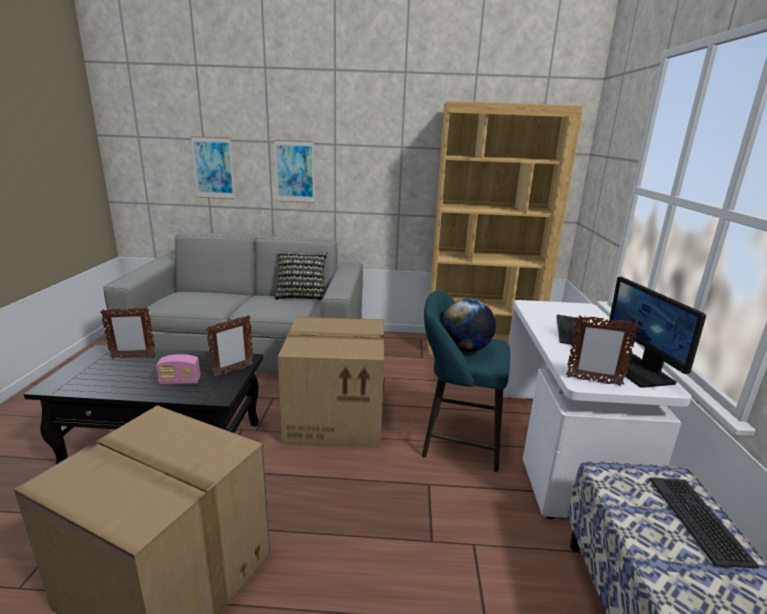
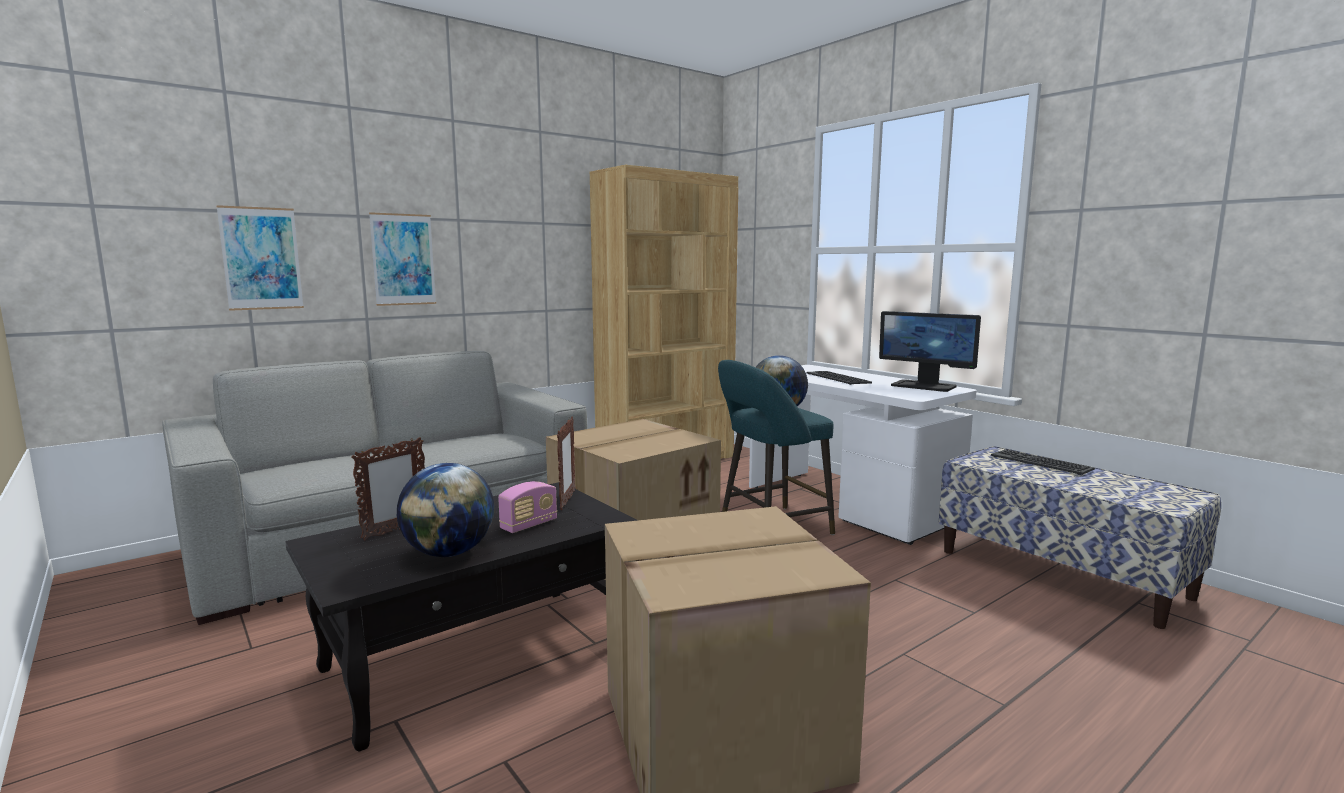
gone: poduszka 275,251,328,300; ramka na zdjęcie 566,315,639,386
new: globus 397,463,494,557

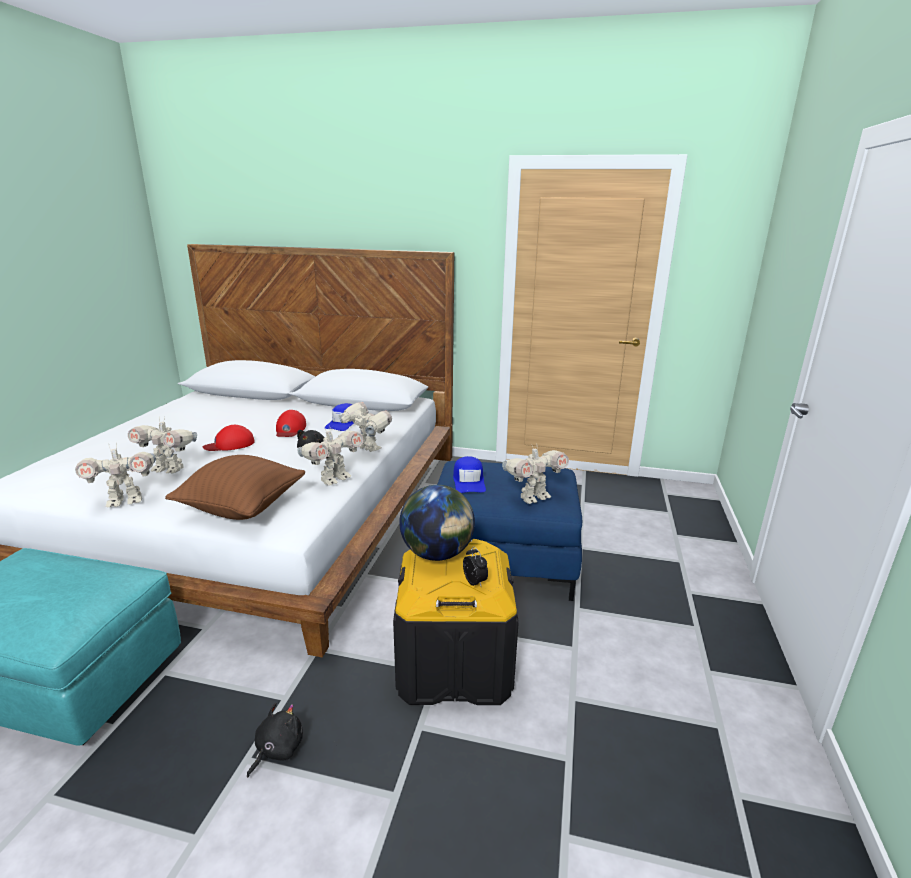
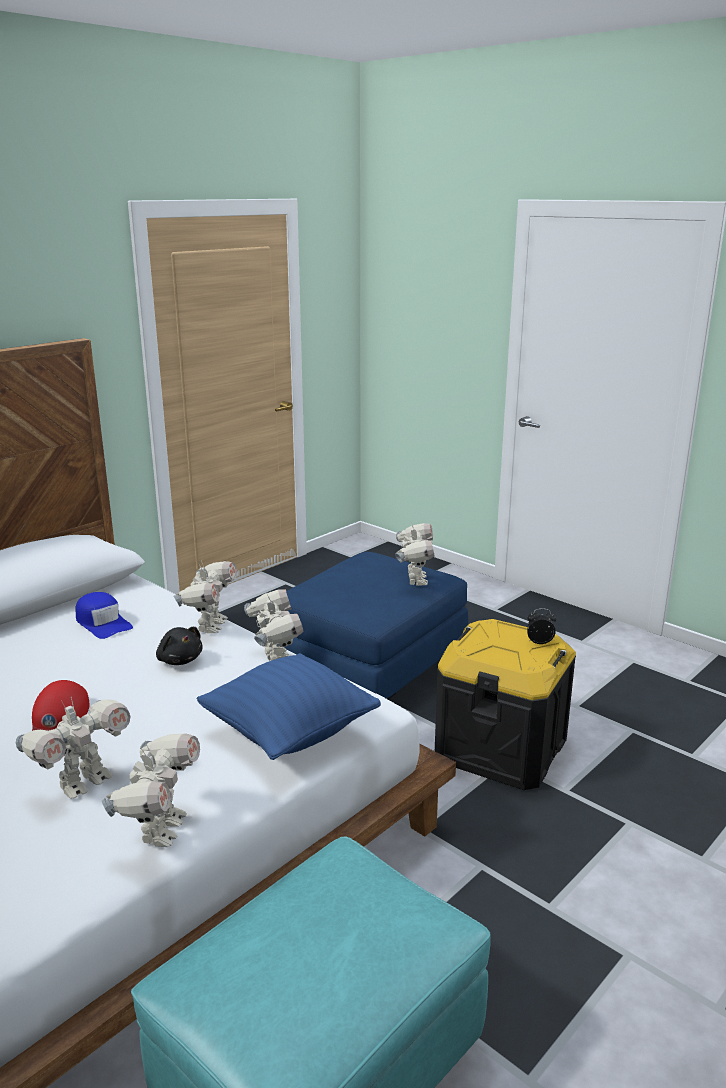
gone: pluszak [czarny] 247,703,303,778; czapka z daszkiem [czerwony] 276,410,306,437; globus 399,485,475,561; czapka z daszkiem [niebieski] 453,456,486,493
repainted: poduszka [brązowy] 165,455,306,520 to poduszka [niebieski] 196,653,381,760
rotated: robot zabawkowy 338,402,392,452 = 174,561,237,633 120 degrees clockwise

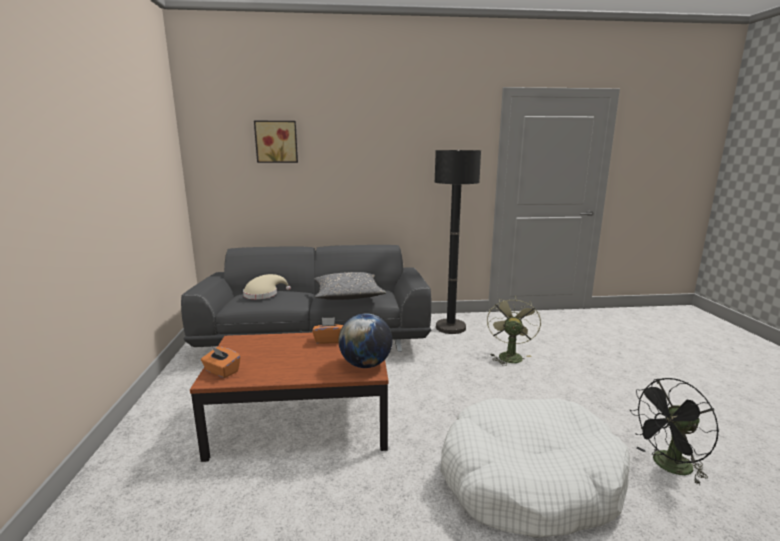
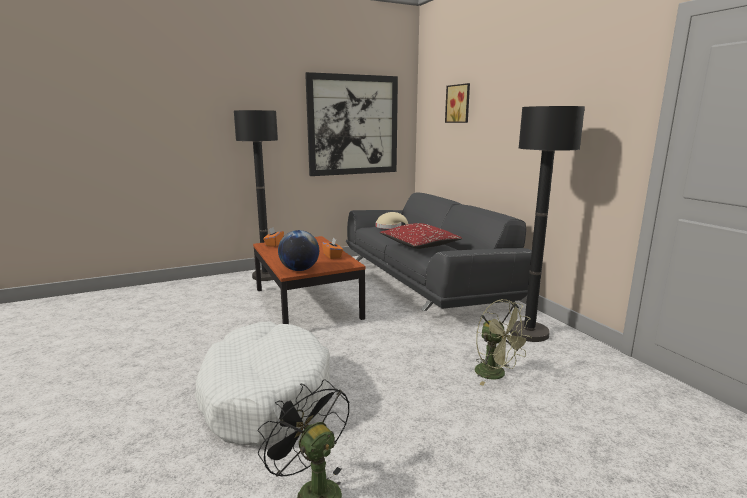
new: lampa stojąca [czarny] 234,110,278,281; obraz 305,72,398,176
repainted: poduszka [szary] 314,272,386,300 to poduszka [czerwony] 380,223,463,249
rotated: wentylator [zielony] 487,296,541,366 = 475,299,532,385 60 degrees clockwise

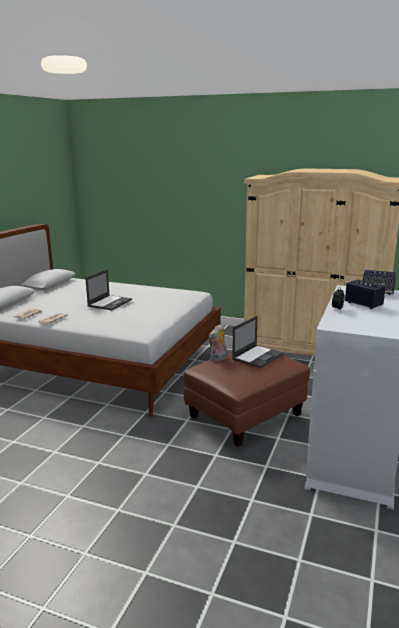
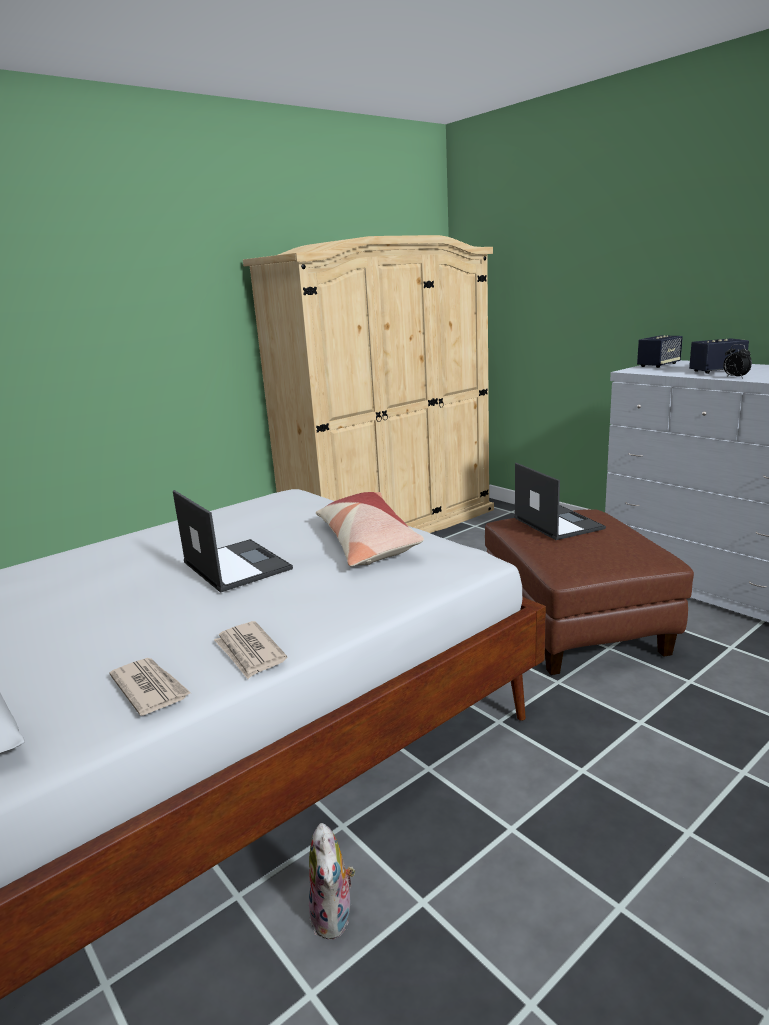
new: poduszka 316,492,424,566
shifted: pluszak 209,324,227,362 to 309,823,355,940

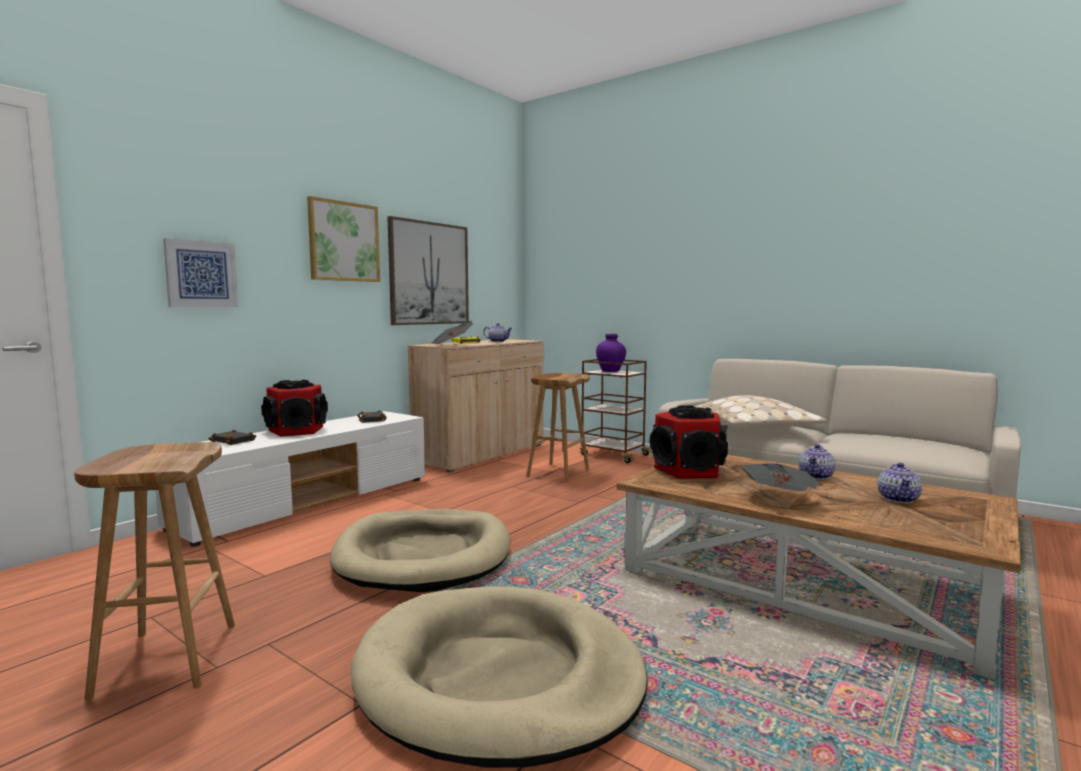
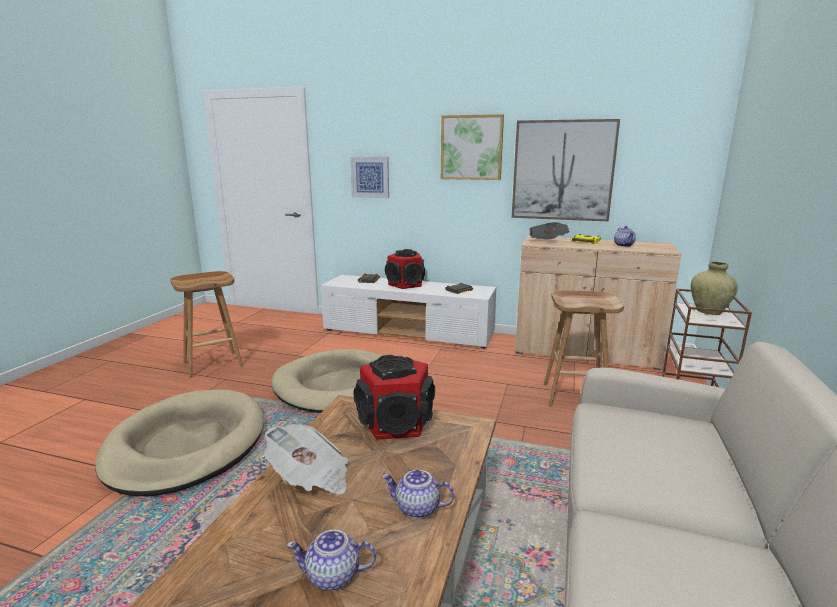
gone: poduszka [beżowy] 695,395,828,430
repainted: wazon [fioletowy] 596,334,626,372 to wazon [beżowy] 691,261,738,315

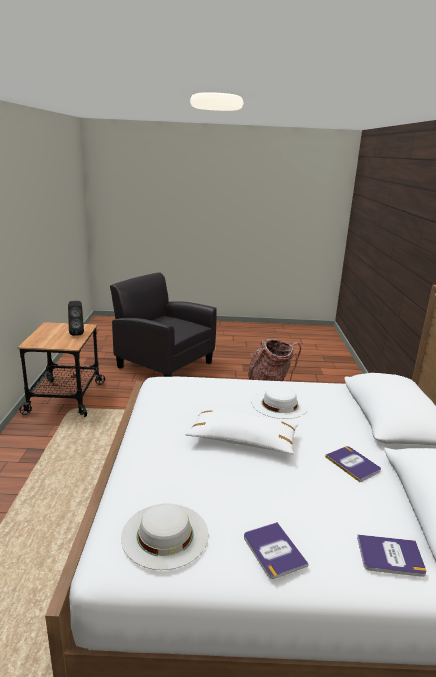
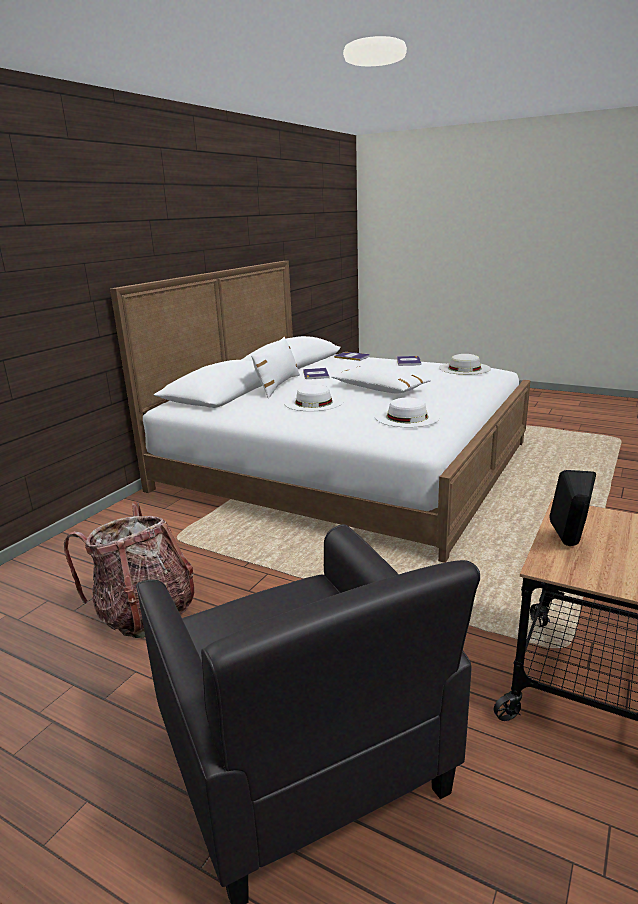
new: poduszka [biały] 251,337,300,398; kapelusz [biały] 375,397,440,427

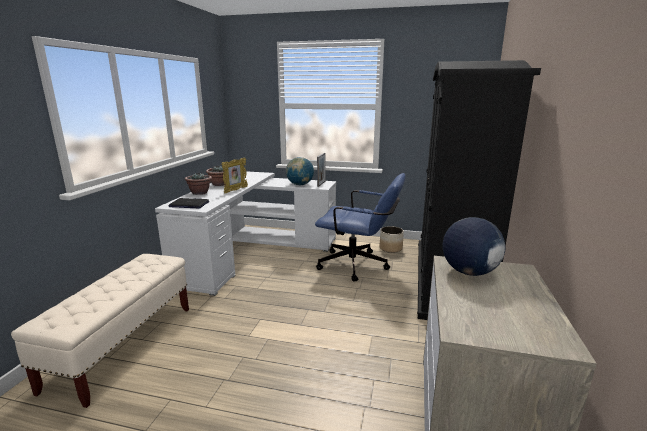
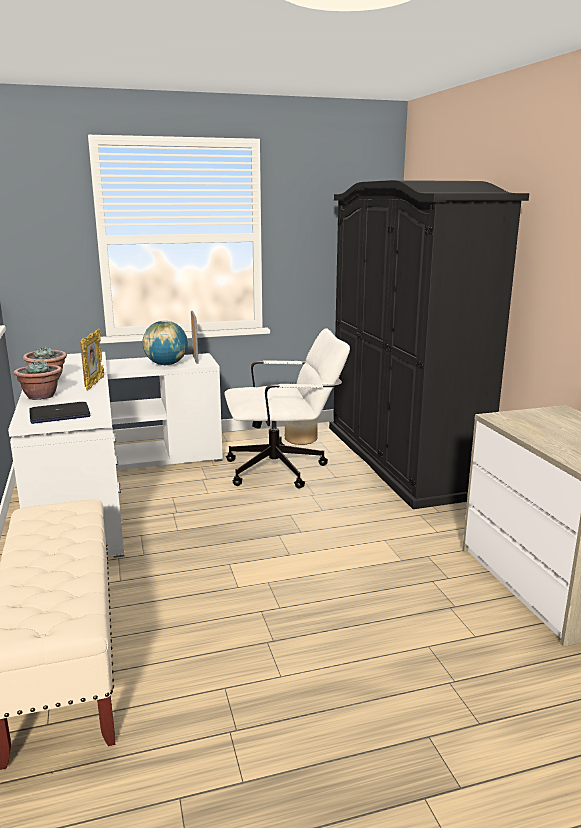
gone: globus 443,217,505,276
repainted: krzesło biurowe [niebieski] 315,173,406,282 to krzesło biurowe [biały] 224,328,350,489

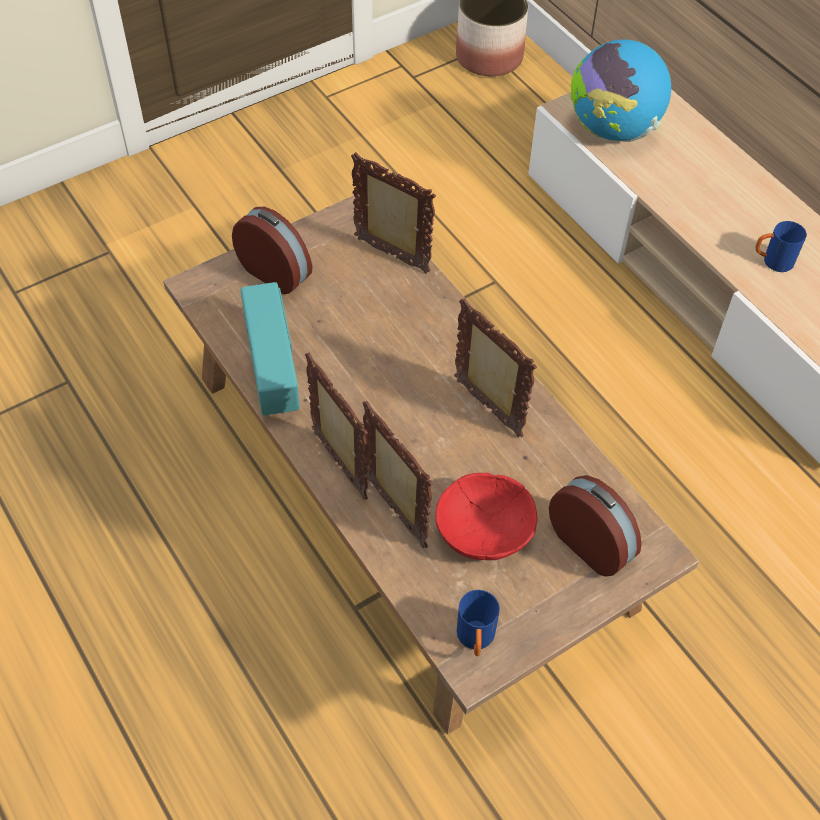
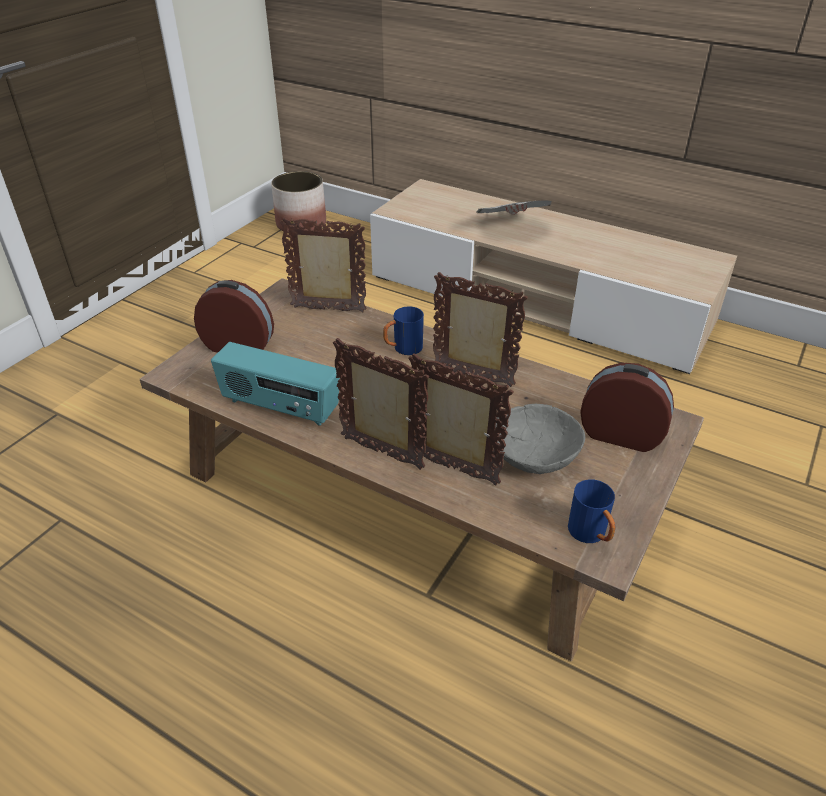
gone: globus 571,39,671,142
new: gazeta 476,201,552,215
shifted: kubek [niebieski] 756,221,807,272 to 383,307,424,355
repainted: miska [czerwony] 435,473,537,560 to miska [szary] 495,404,585,474
rotated: radio 241,282,300,416 = 211,342,340,426 150 degrees clockwise

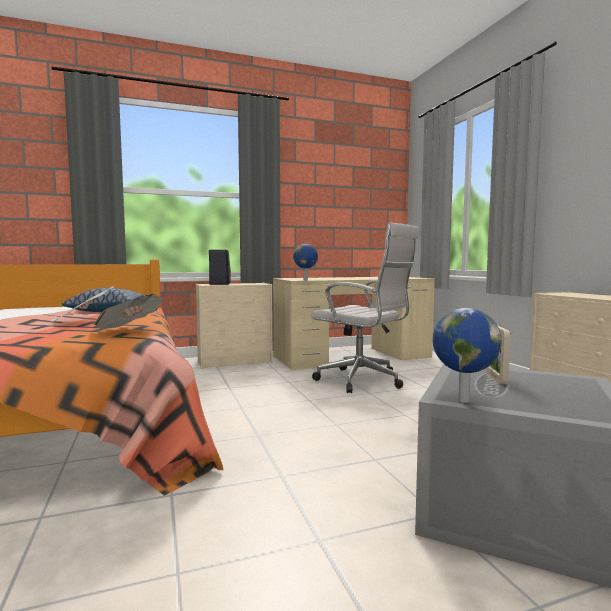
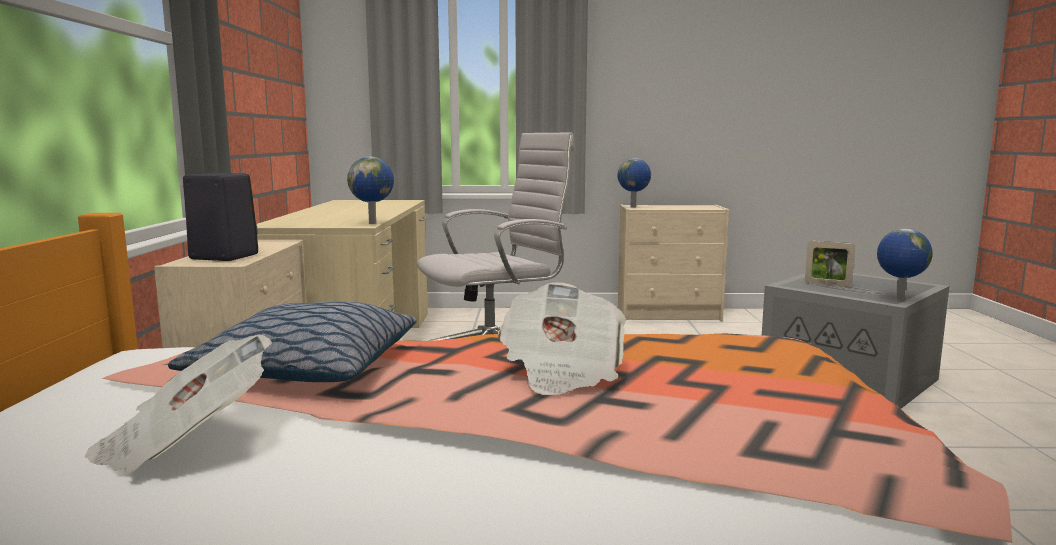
new: globus 617,158,651,208
shifted: gazeta 92,294,164,329 to 85,335,272,474

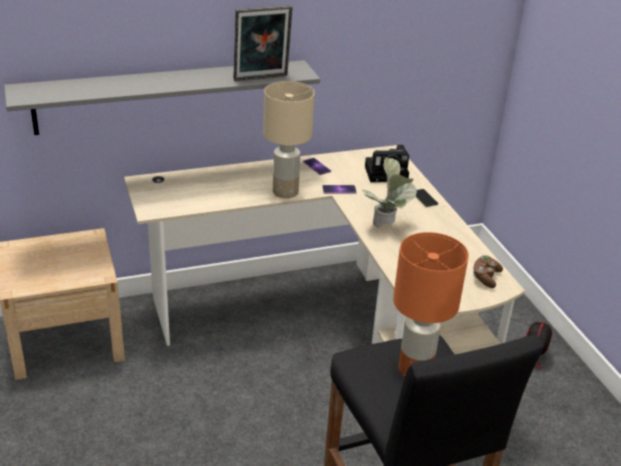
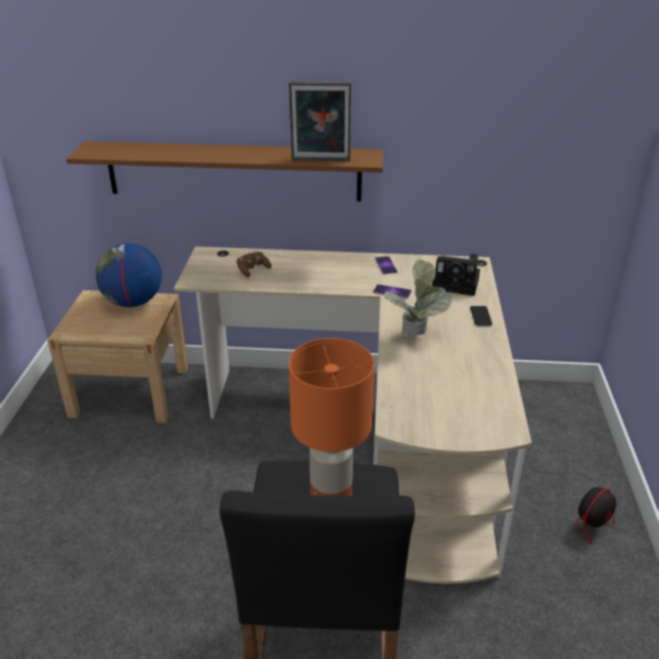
gone: lampa stołowa [beżowy] 263,81,315,198
new: globus 95,243,162,307
shifted: pad do gier [brązowy] 473,255,503,288 to 236,251,271,277
repainted: półka [szary] 4,60,320,135 to półka [brązowy] 66,141,384,201

